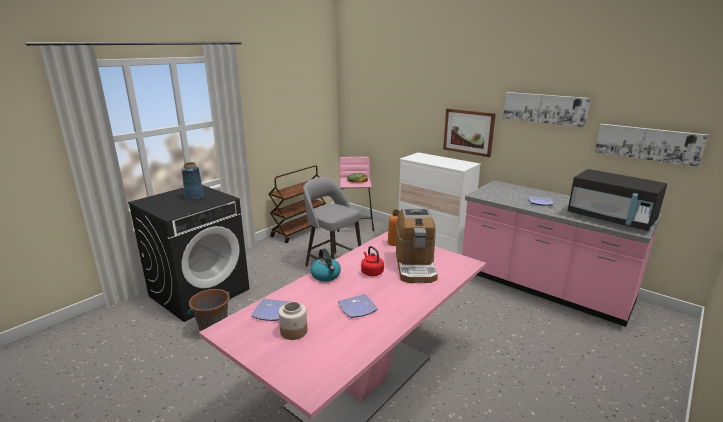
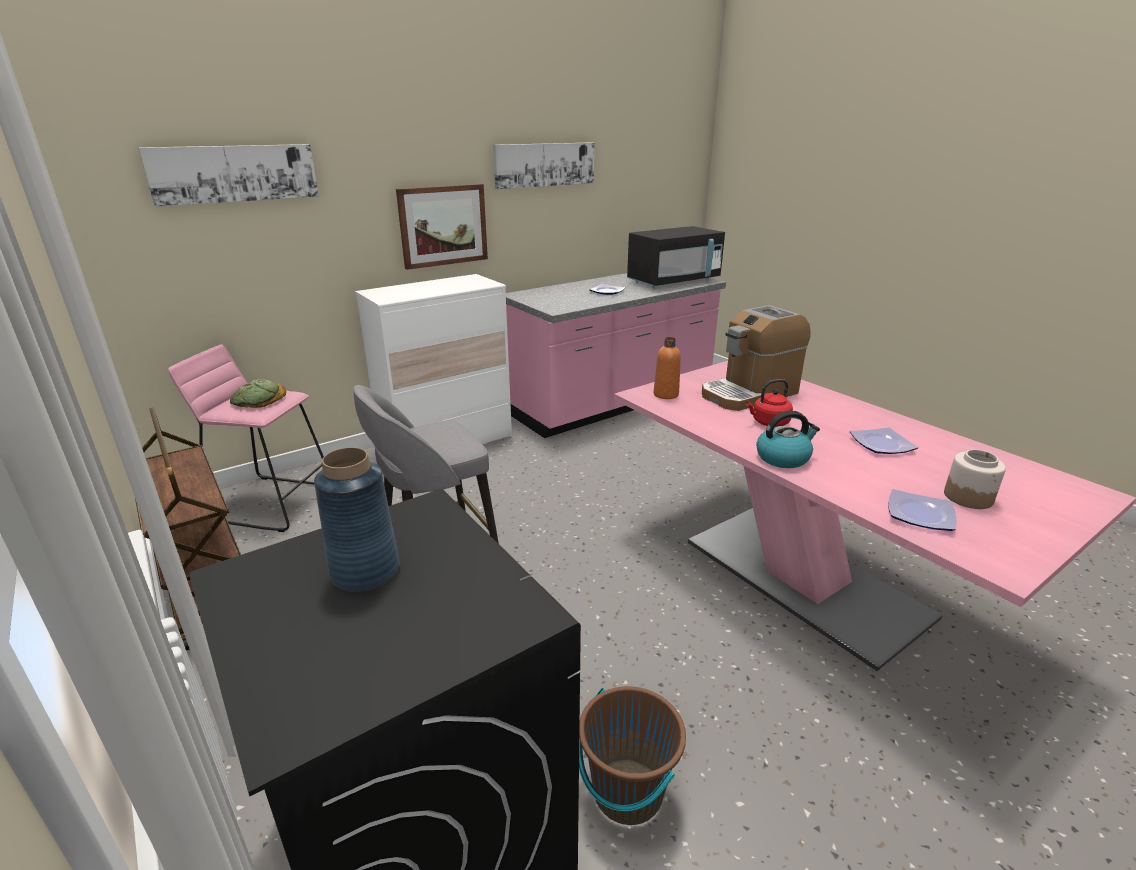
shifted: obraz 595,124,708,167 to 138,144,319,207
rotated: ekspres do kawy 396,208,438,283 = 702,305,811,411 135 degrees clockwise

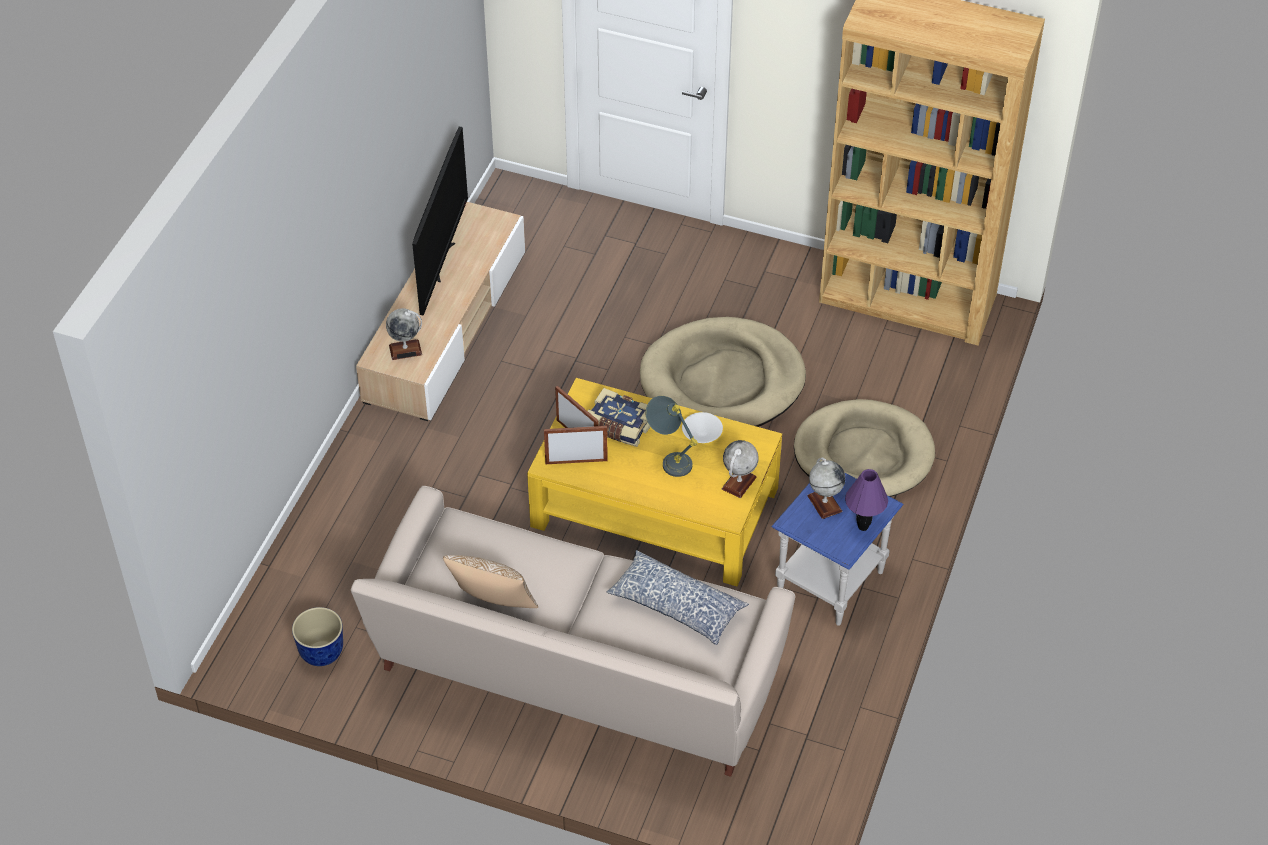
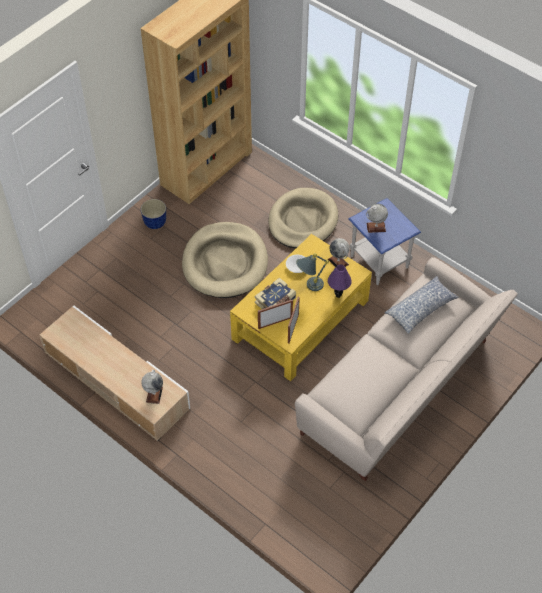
gone: telewizor 412,127,468,316; poduszka 443,555,538,608
shifted: donica 292,607,343,666 to 141,199,166,229; lampa stołowa [fioletowy] 845,469,888,531 to 328,264,352,298

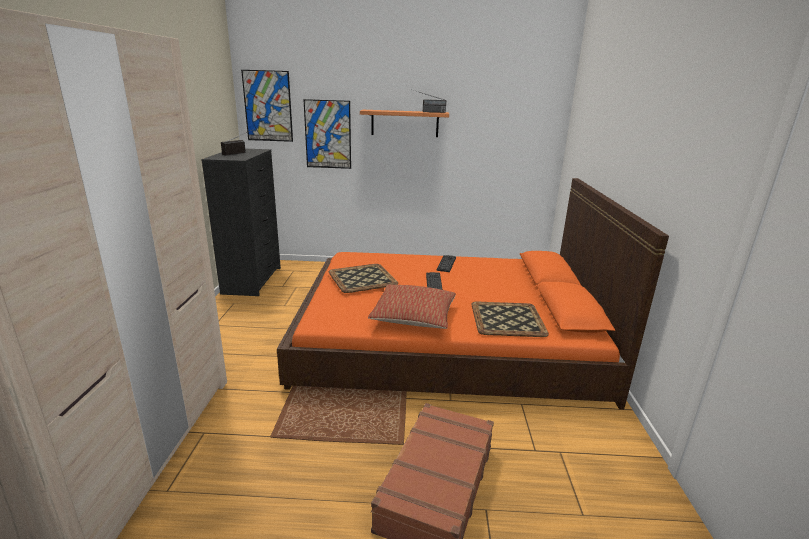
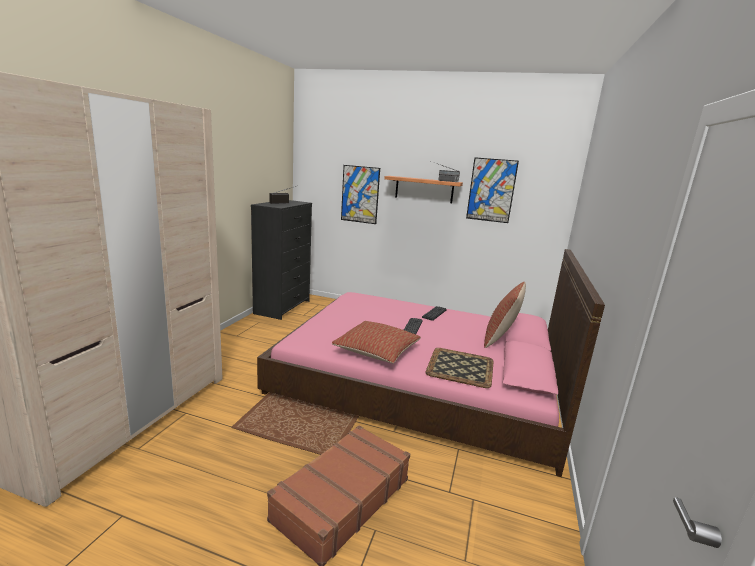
gone: taca 329,264,398,293
new: poduszka 484,282,526,348
shifted: obraz 241,70,293,142 to 466,157,519,223
repainted: łóżko [pomarańczowy] 277,178,669,410 to łóżko [różowy] 257,249,605,477

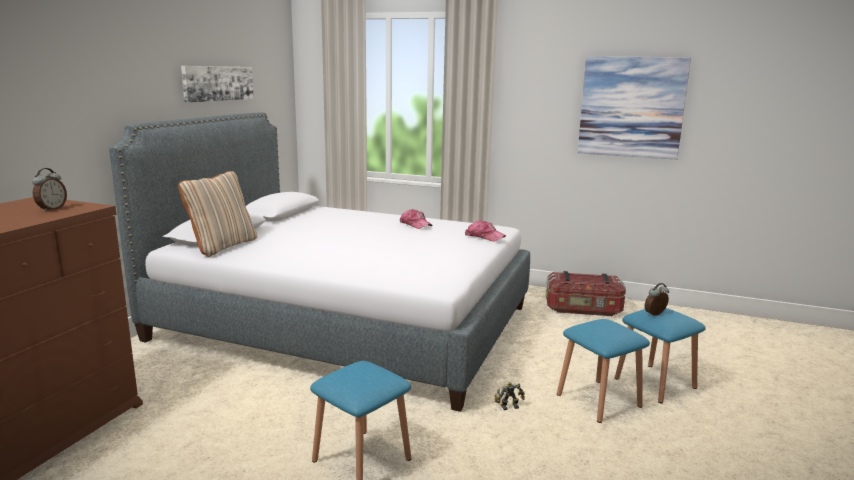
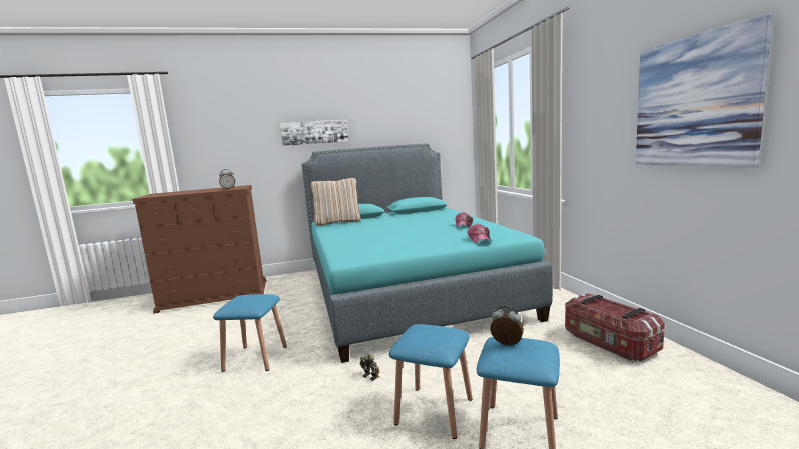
shifted: obraz 181,66,254,103 to 280,120,348,146
repainted: łóżko [szary] 109,112,530,412 to łóżko [turkusowy] 302,144,553,363

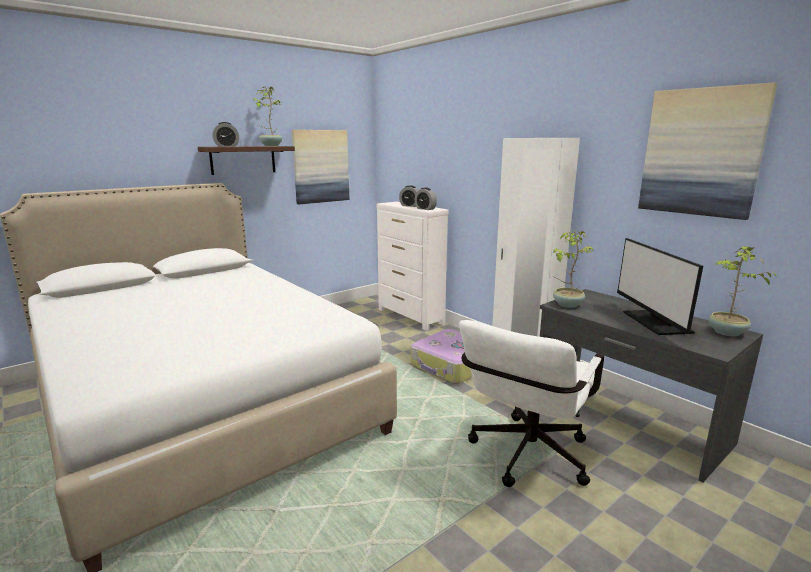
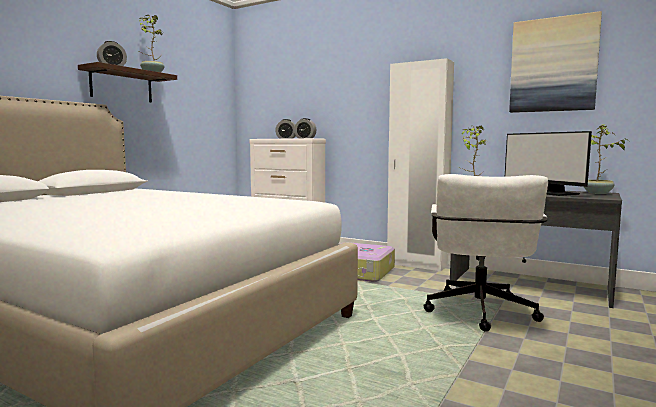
gone: obraz 292,130,349,204

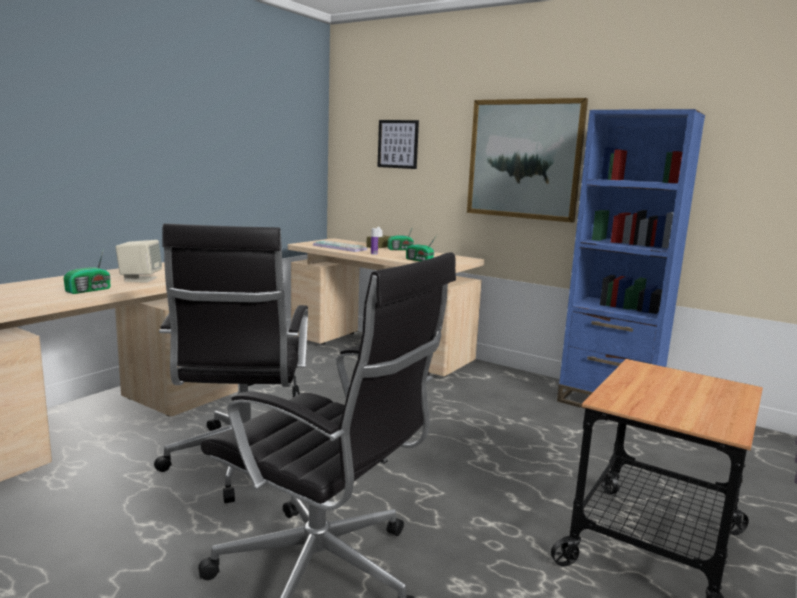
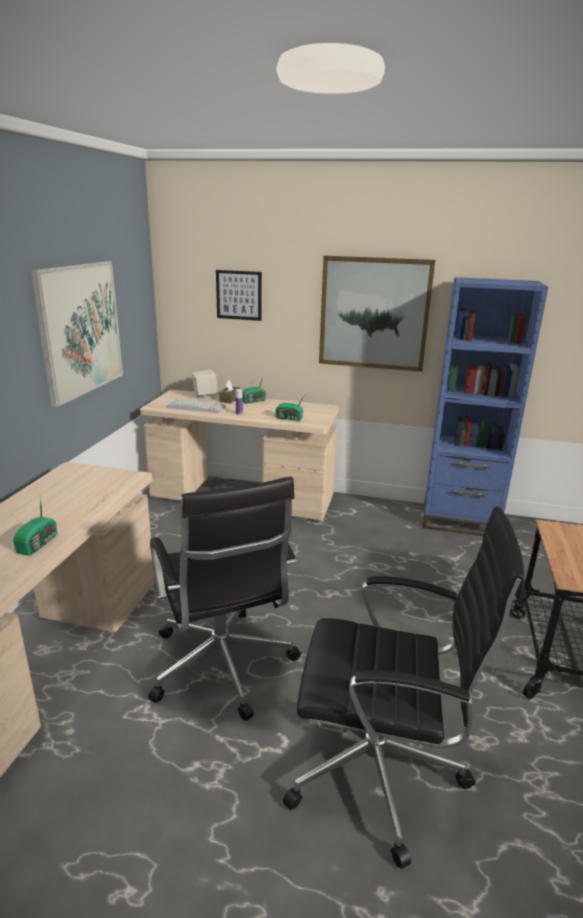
new: obraz 30,261,123,407
shifted: głośnik [beżowy] 116,240,162,283 to 192,369,218,400

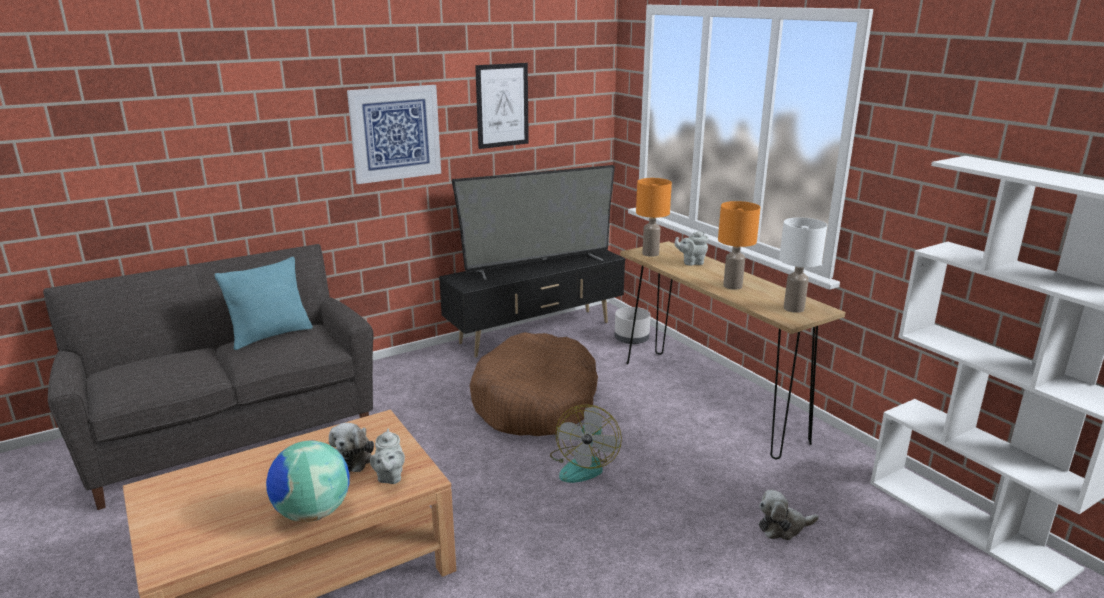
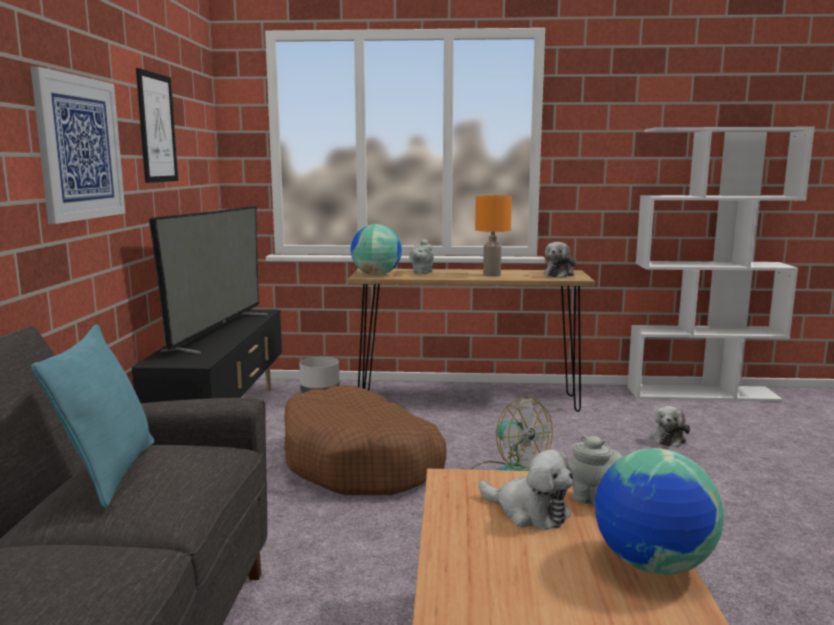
swapped: lampa stołowa [pomarańczowy] 636,178,672,257 to globus 351,224,402,276; lampa stołowa [biały] 779,217,827,313 to pluszak 544,242,576,278

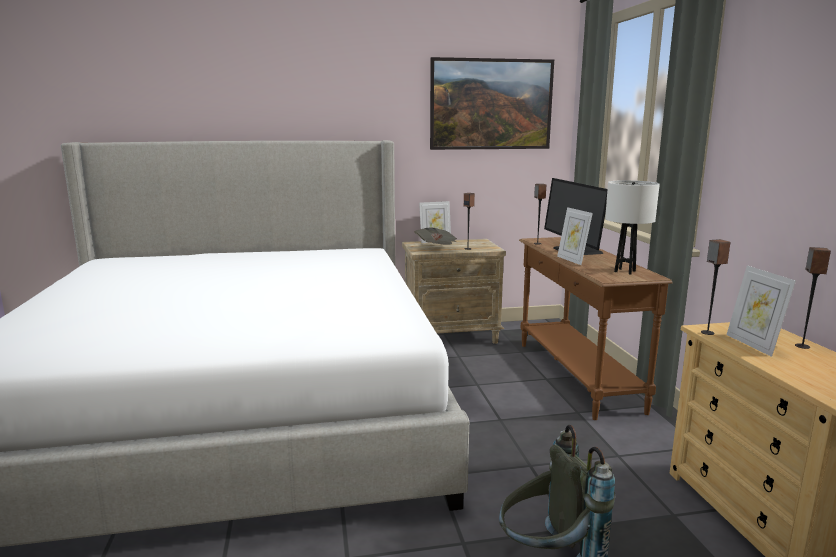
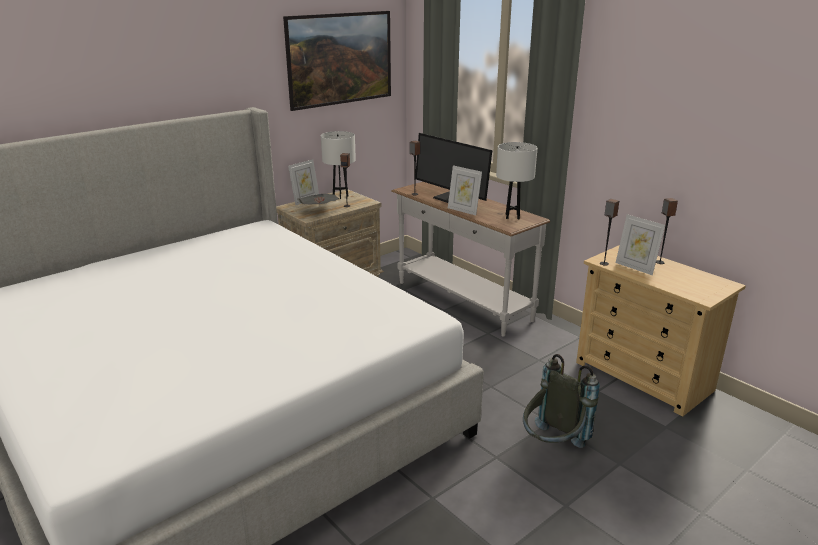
new: lampa stołowa [biały] 321,131,356,199
repainted: stolik konsolowy [brązowy] 519,237,672,420 to stolik konsolowy [biały] 391,182,550,337

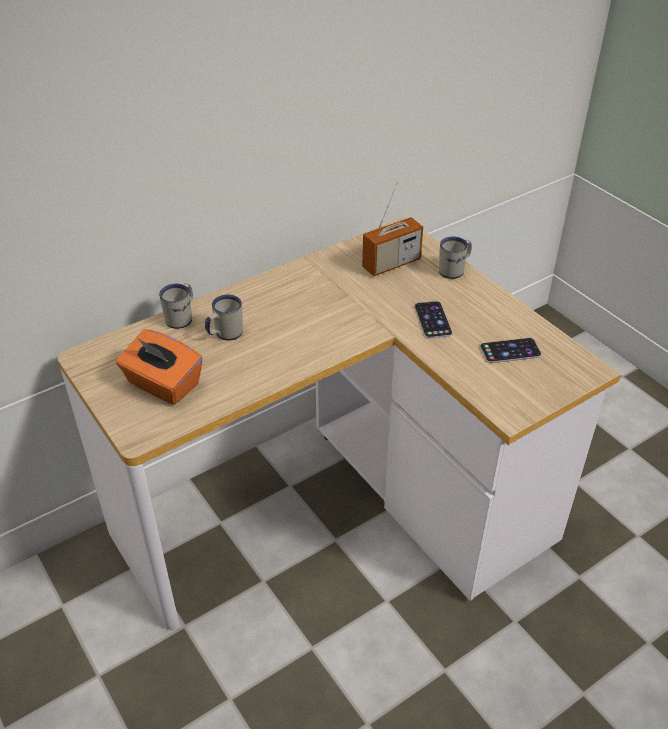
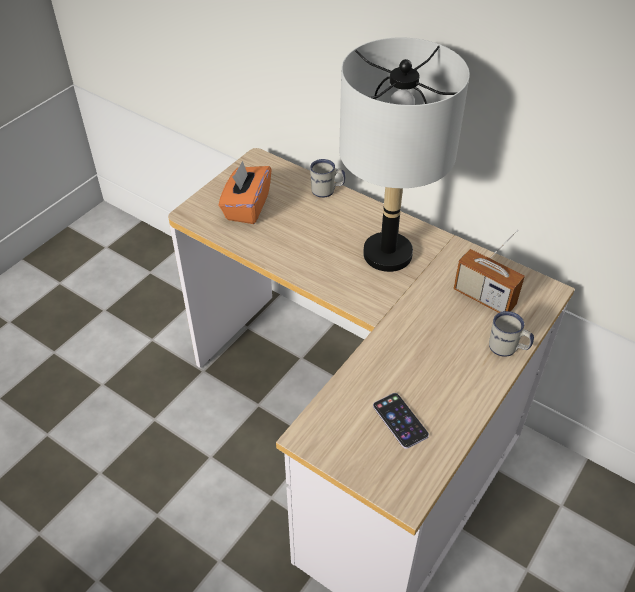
gone: kubek [biały] 205,295,243,341; telefon 415,301,453,339
new: lampa stołowa [szary] 339,37,470,272

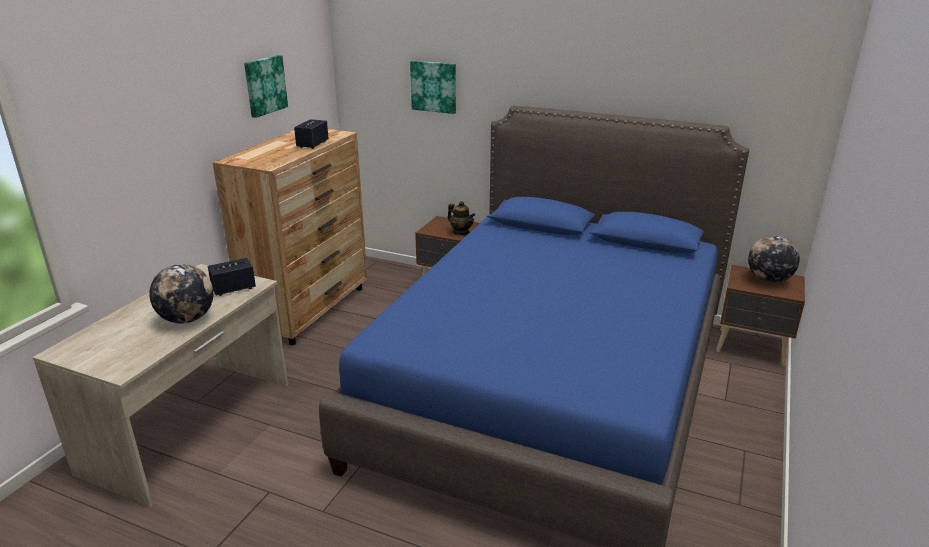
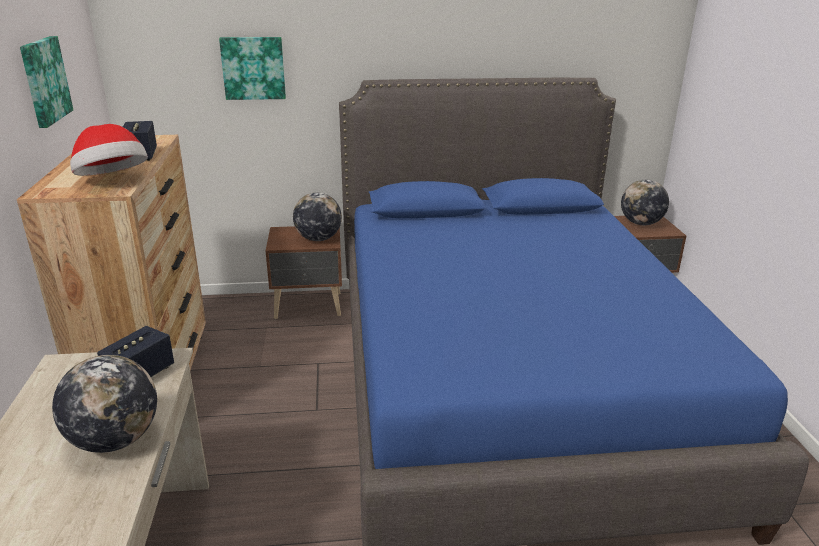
new: kapelusz 70,124,148,176
swapped: imbryk 448,201,475,235 to globus 293,192,342,241

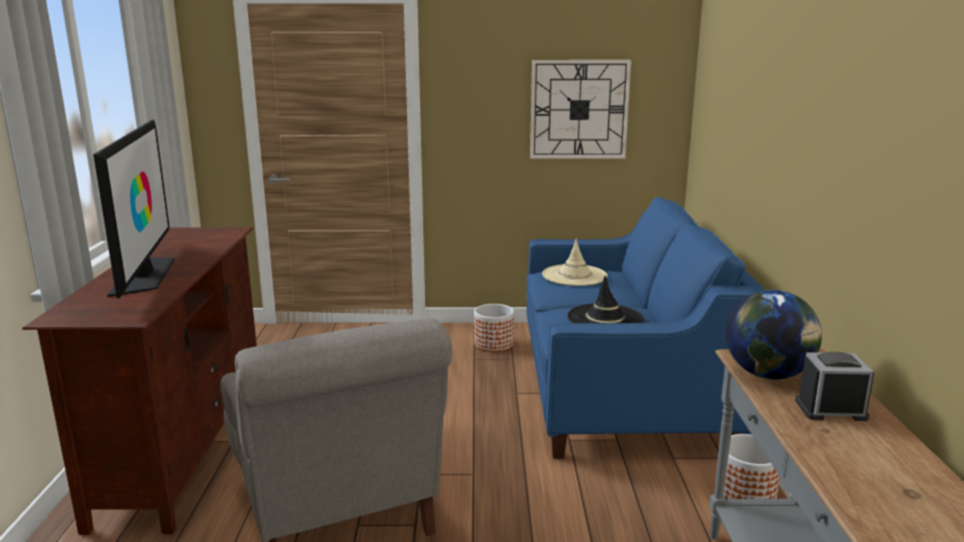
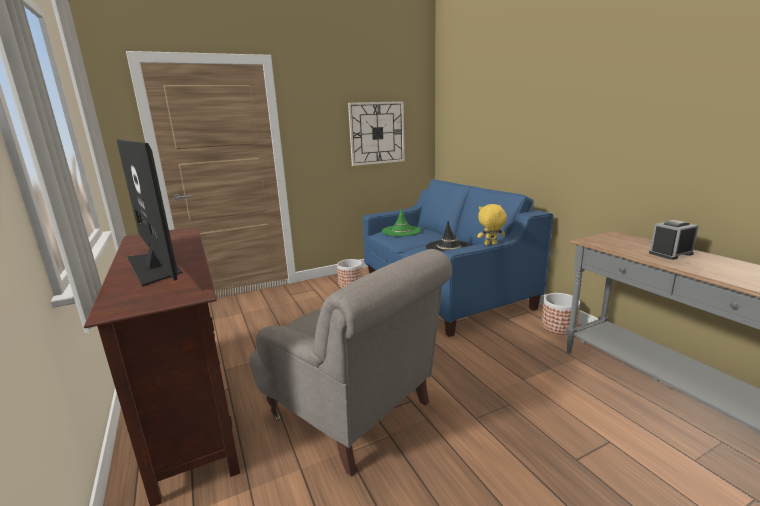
gone: globus 726,290,822,379
new: pluszak [żółty] 477,204,507,245
repainted: kapelusz [beżowy] 542,238,608,286 to kapelusz [zielony] 381,208,421,236

